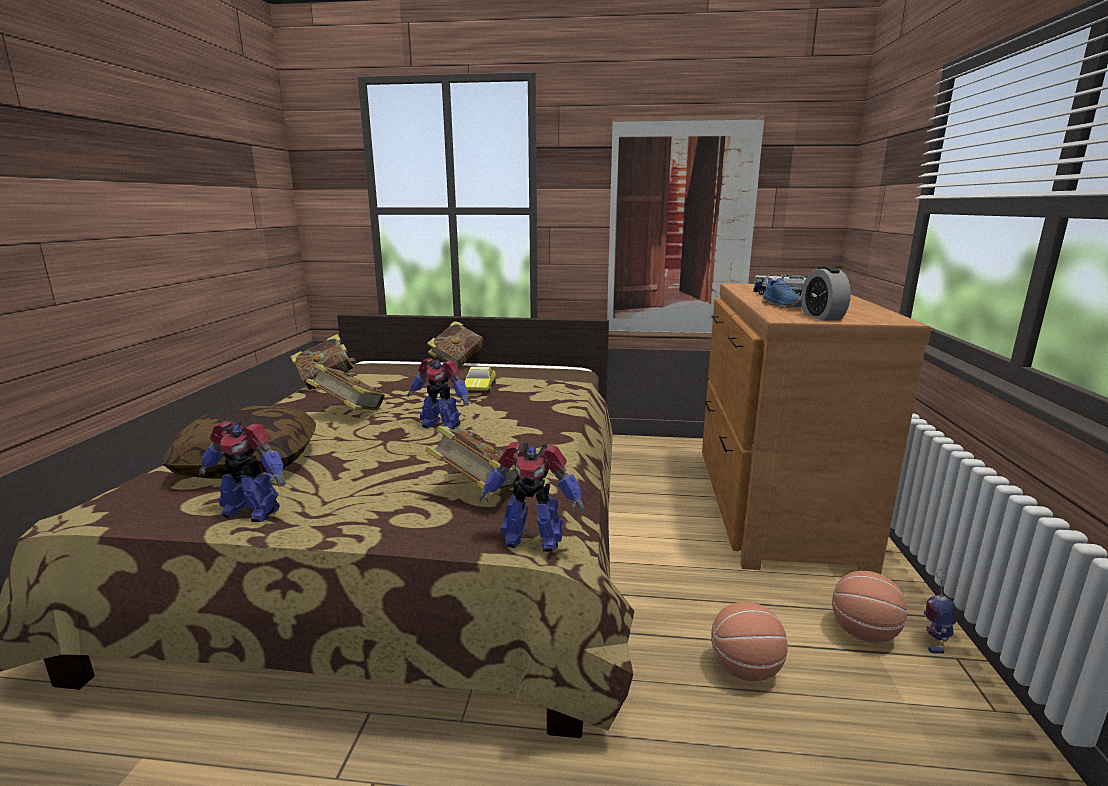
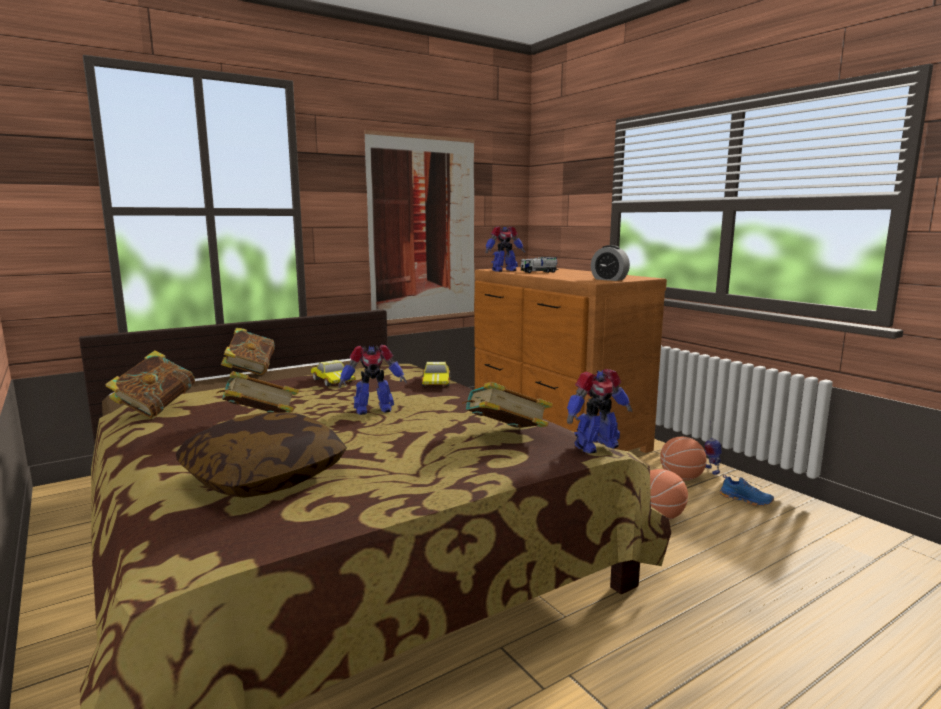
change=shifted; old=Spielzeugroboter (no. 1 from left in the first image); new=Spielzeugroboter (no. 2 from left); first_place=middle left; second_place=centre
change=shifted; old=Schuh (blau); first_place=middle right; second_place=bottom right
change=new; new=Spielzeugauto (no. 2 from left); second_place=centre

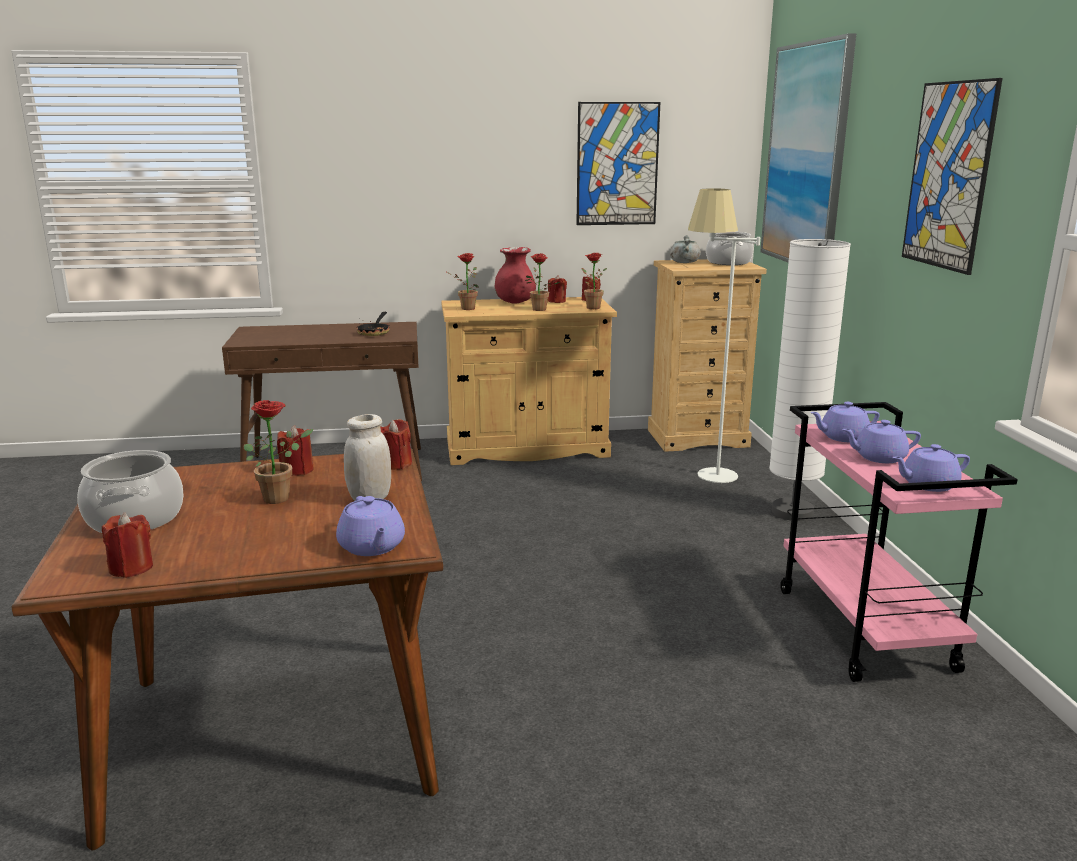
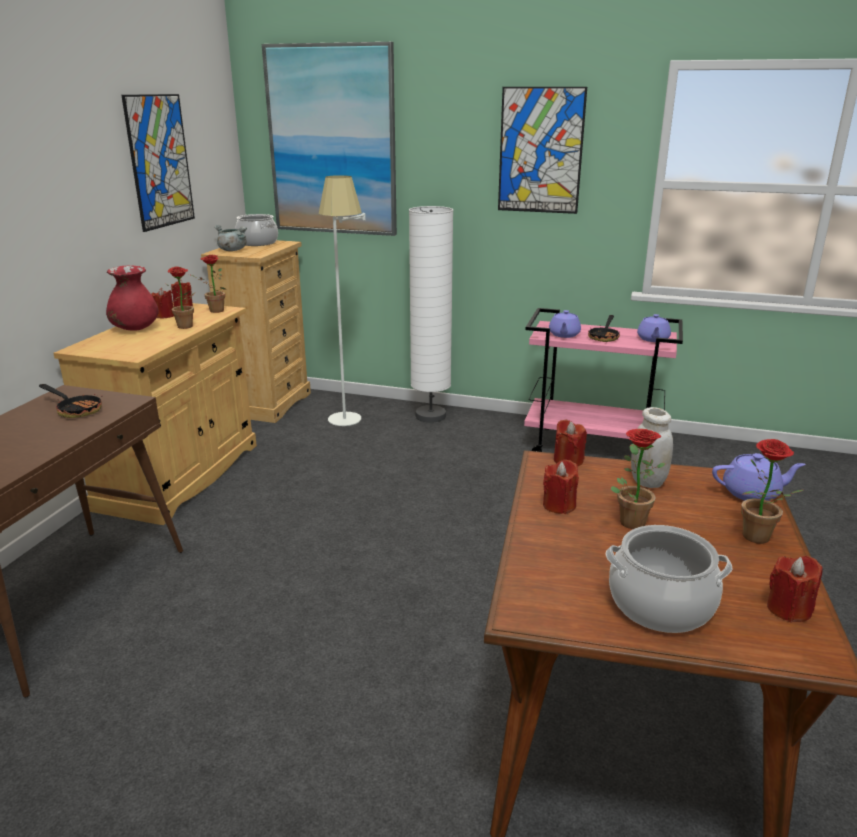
change=shifted; old=Topfpflanze (no. 2 from left in the first image); new=Topfpflanze (no. 4 from left); first_place=top centre; second_place=middle right
change=swapped; old=Teekanne (lila) (no. 3 from left); new=Pfanne (no. 2 from left); first_place=middle right; second_place=middle right

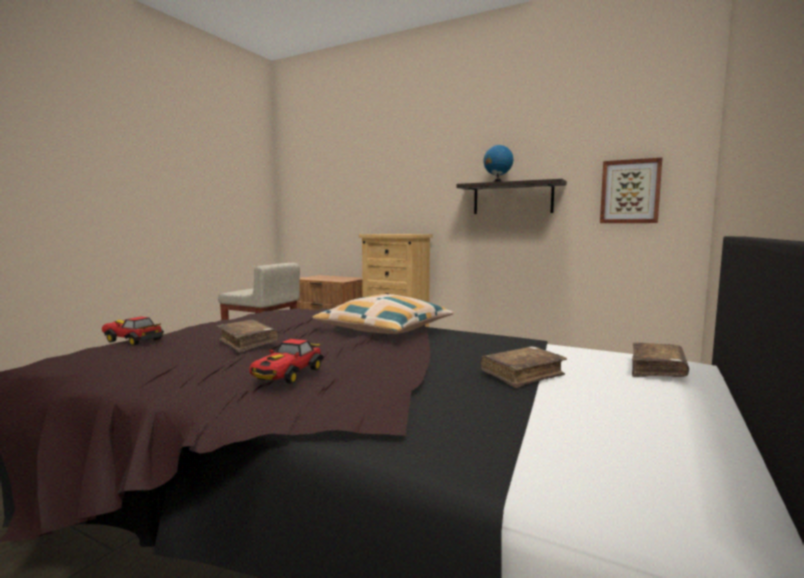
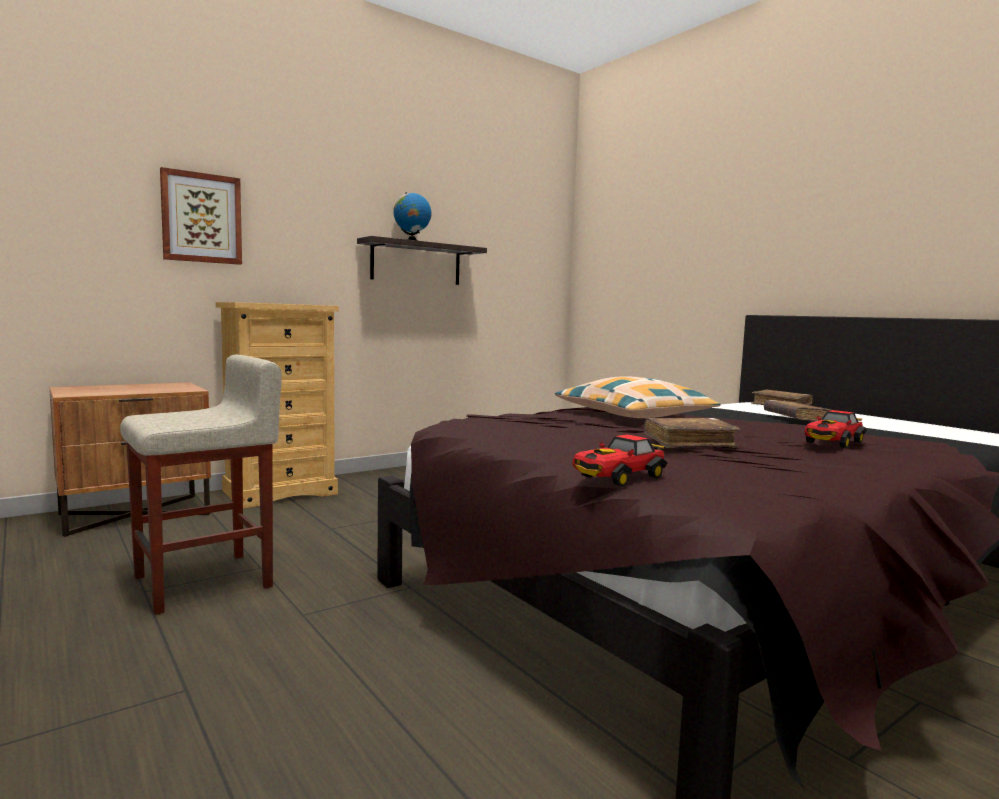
change=rotated; old=Spielzeugauto (no. 2 from left); first_place=centre; second_place=middle right; degrees=90
change=shifted; old=Bild; first_place=top right; second_place=top left

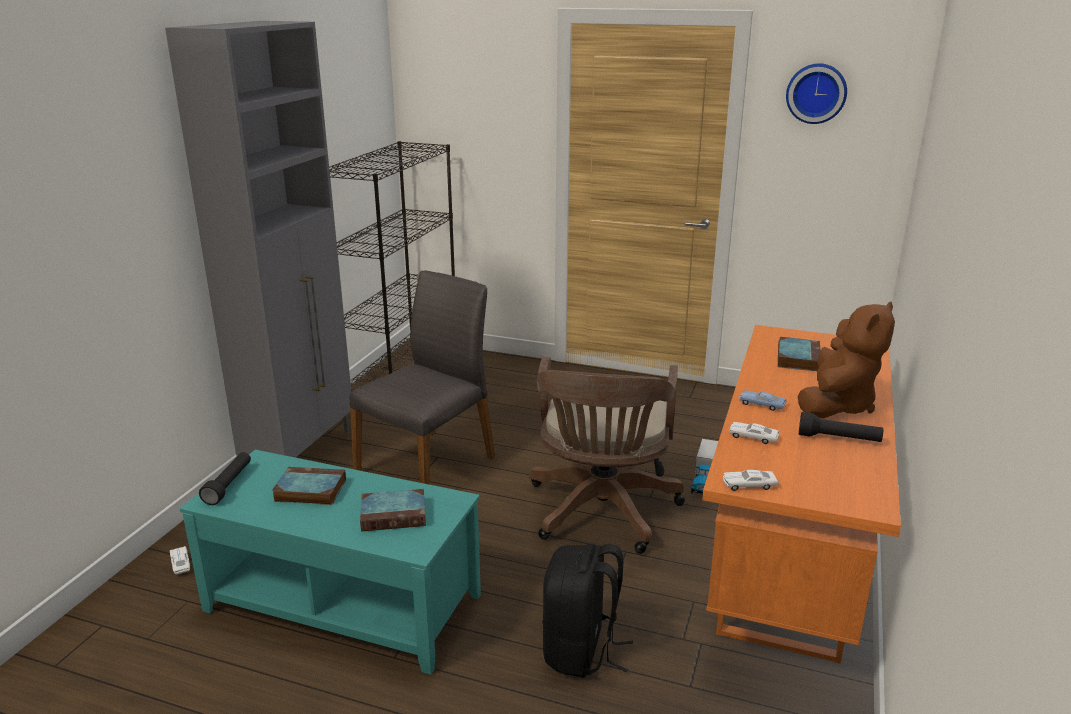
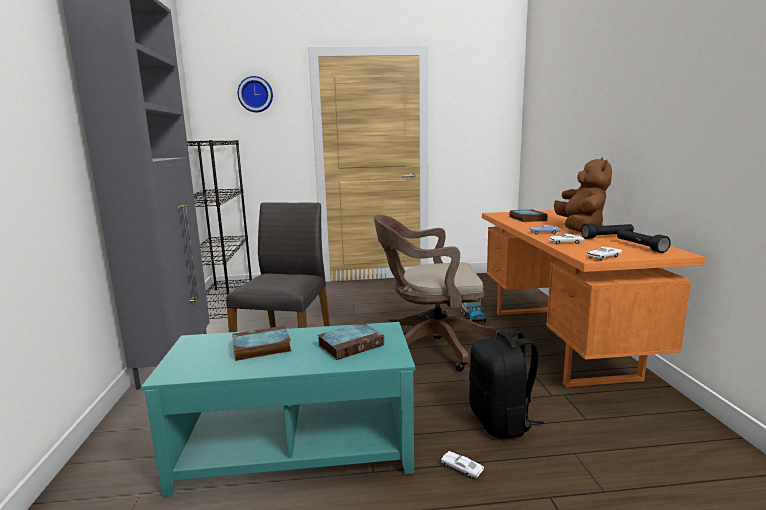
change=shifted; old=Spielzeugauto (weiß) (no. 1 from left); first_place=bottom left; second_place=bottom centre
change=shifted; old=Taschenlampe (schwarz) (no. 1 from left in the first image); new=Taschenlampe (schwarz) (no. 2 from left); first_place=bottom left; second_place=middle right
change=rotated; old=Bürostuhl (braun); first_place=centre; second_place=centre; degrees=105
change=shifted; old=Wanduhr; first_place=top right; second_place=top left

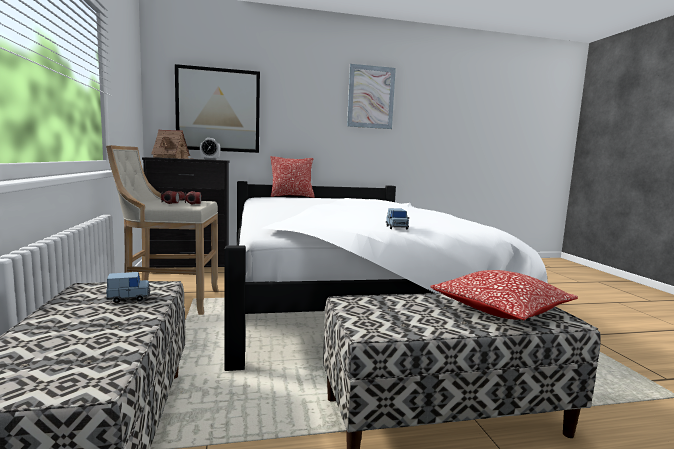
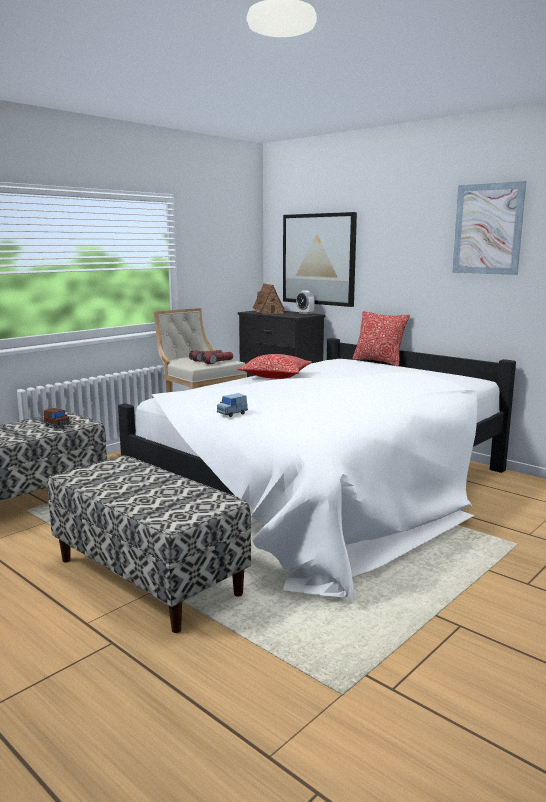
change=repainted; old=Spielzeugauto (blau) (no. 1 from left); new=Spielzeugauto (braun); first_place=middle left; second_place=middle left
change=shifted; old=Kissen (no. 2 from left in the first image); new=Kissen (no. 1 from left); first_place=middle right; second_place=centre

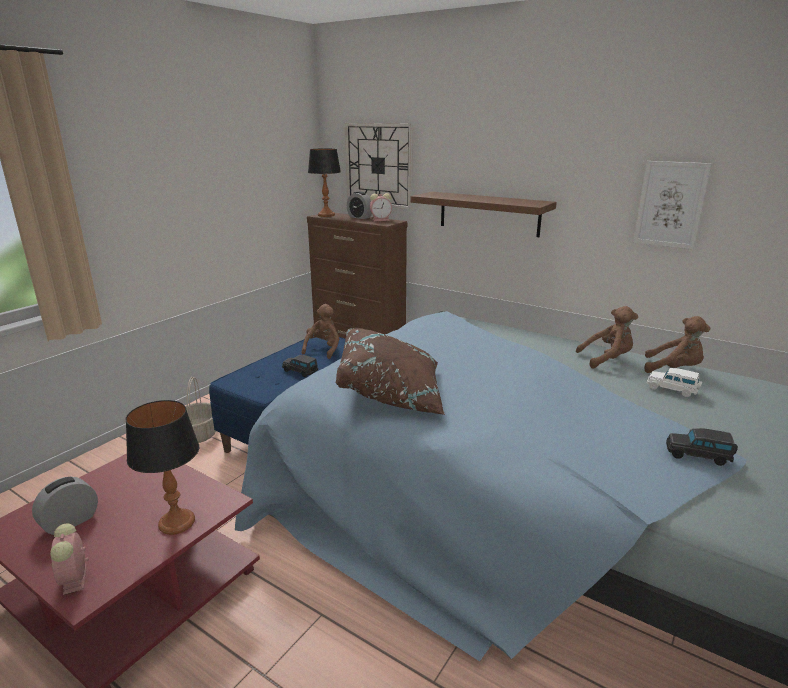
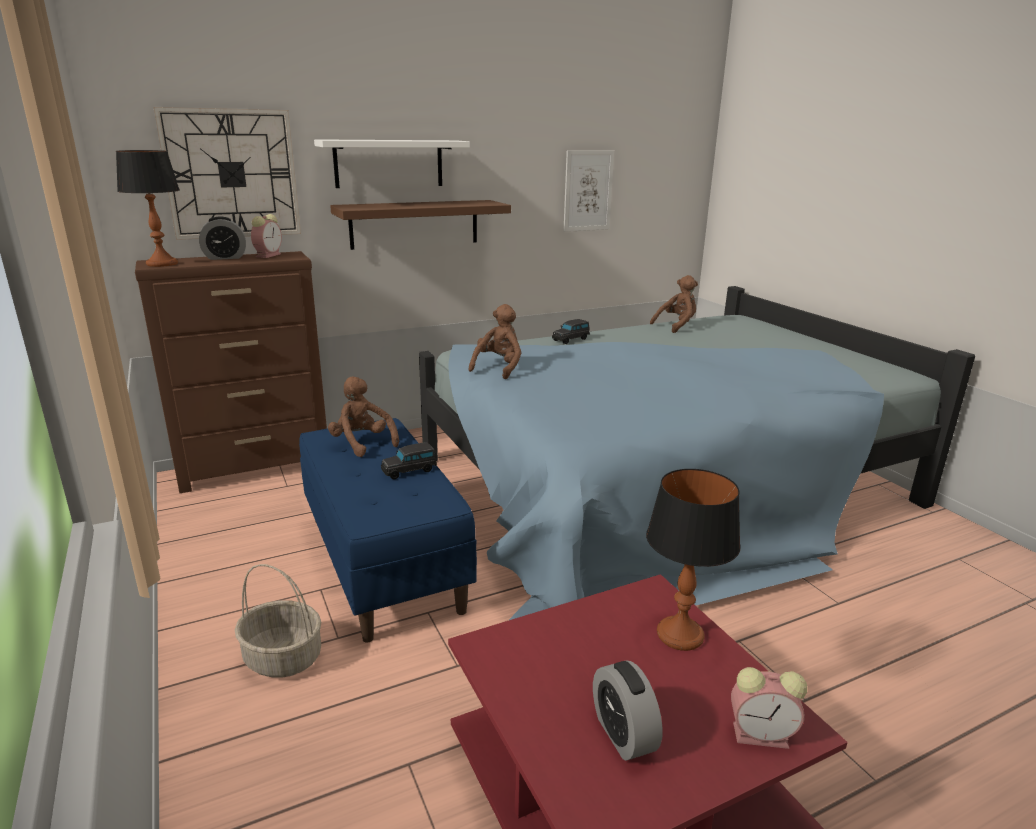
change=gone; old=Kissen (braun); first_place=centre
change=shifted; old=Plüschtier (braun) (no. 2 from left); first_place=middle right; second_place=centre
change=gone; old=Spielzeugauto (weiß); first_place=middle right
change=shifted; old=Spielzeugauto (schwarz) (no. 2 from left); first_place=middle right; second_place=centre
change=new; new=Wandregal (weiß); second_place=top centre

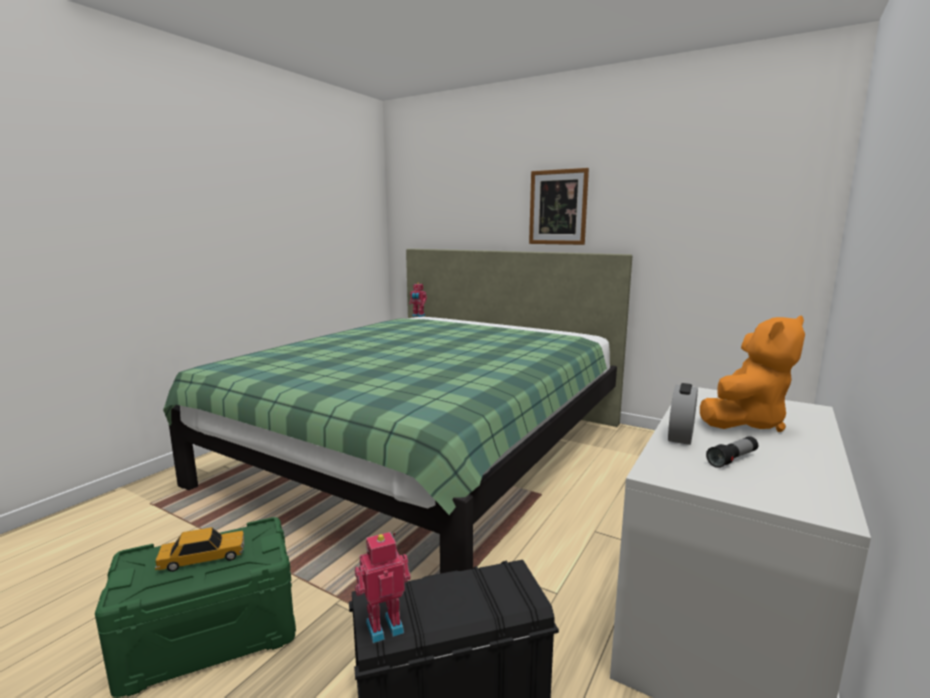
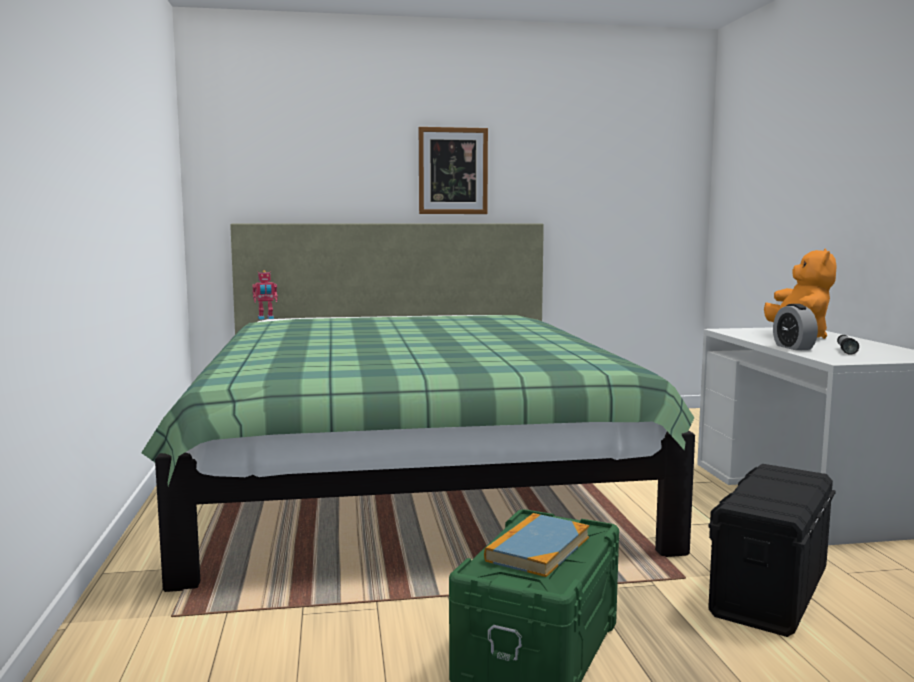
change=swapped; old=Spielzeugauto; new=Buch; first_place=bottom left; second_place=bottom centre
change=gone; old=Spielzeugroboter (no. 1 from left); first_place=bottom centre

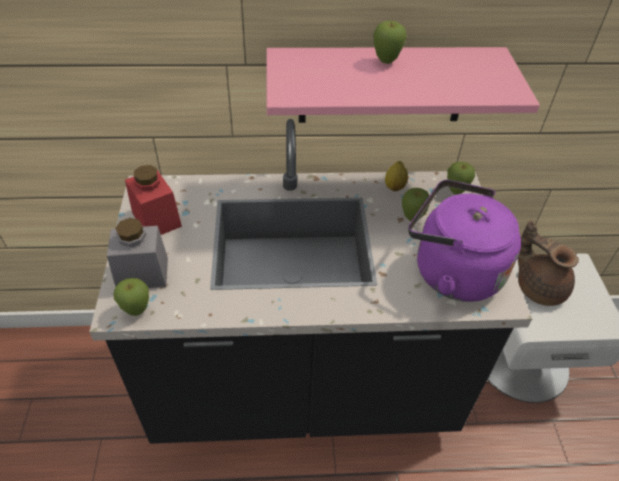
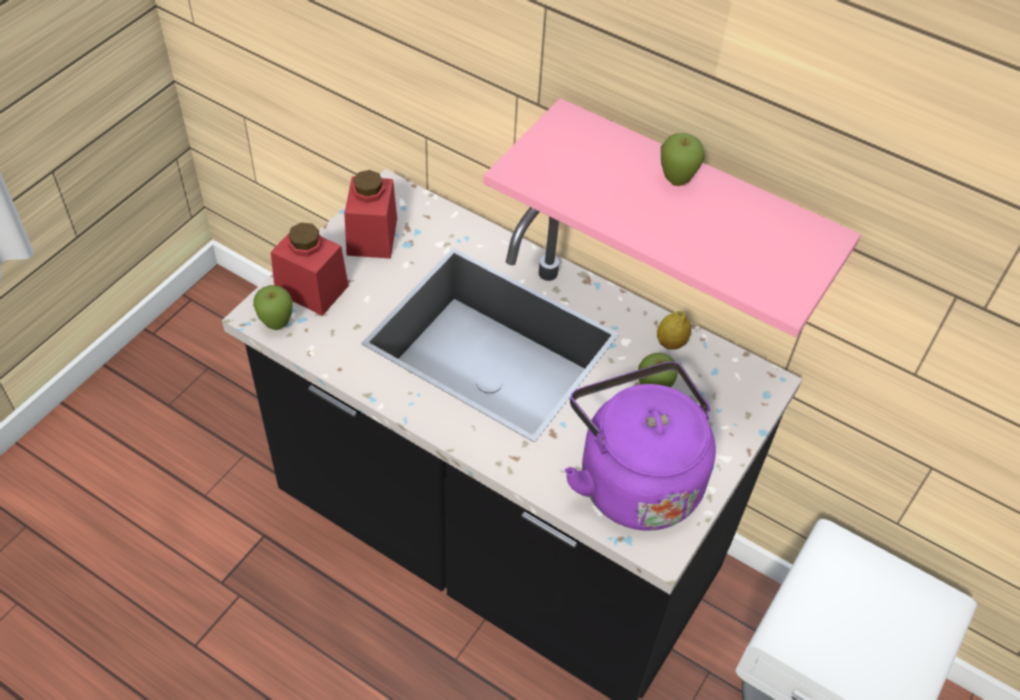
change=repainted; old=Vorratsglas (grau); new=Vorratsglas (rot) (no. 1 from left); first_place=middle left; second_place=middle left
change=gone; old=Apfel (no. 4 from left); first_place=middle right
change=gone; old=Teekanne (braun); first_place=middle right

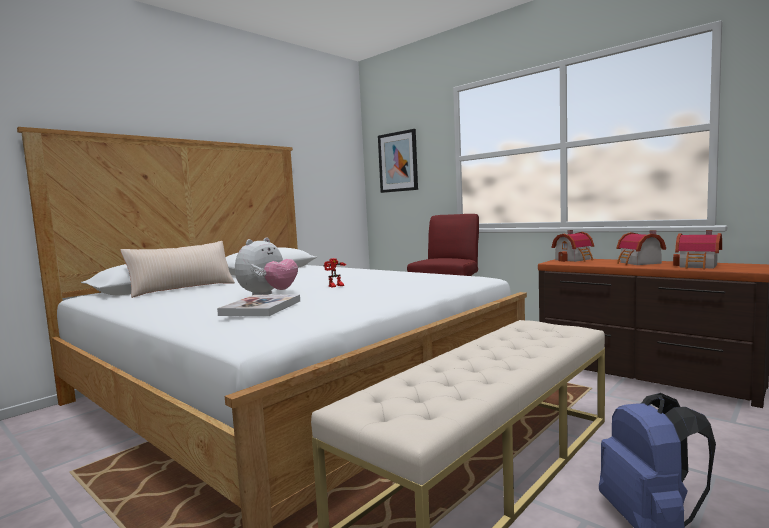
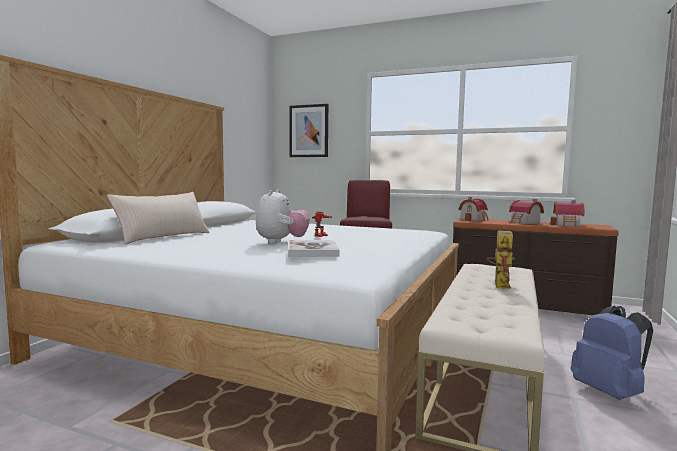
change=new; new=Spielzeugroboter (no. 2 from left); second_place=middle right

